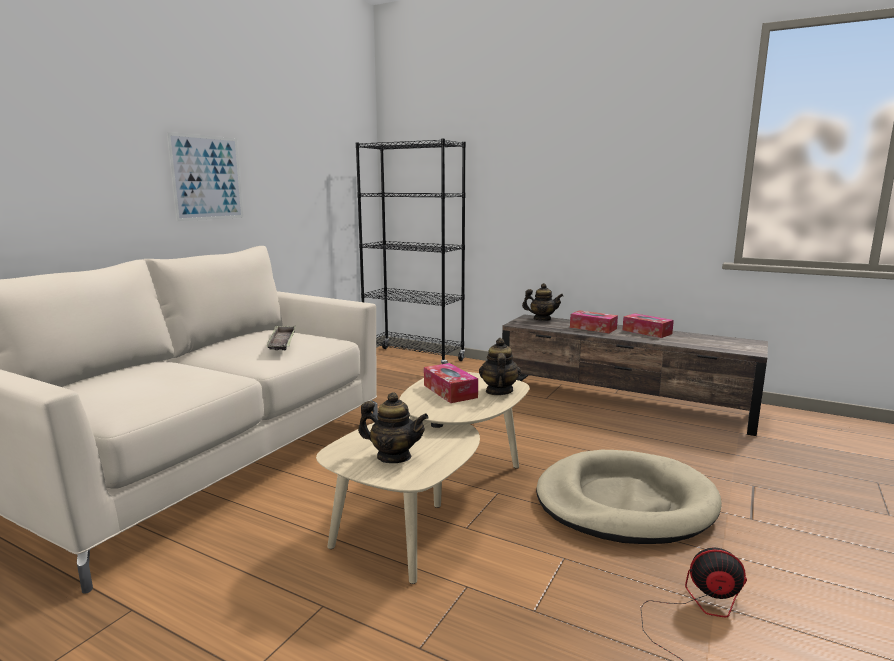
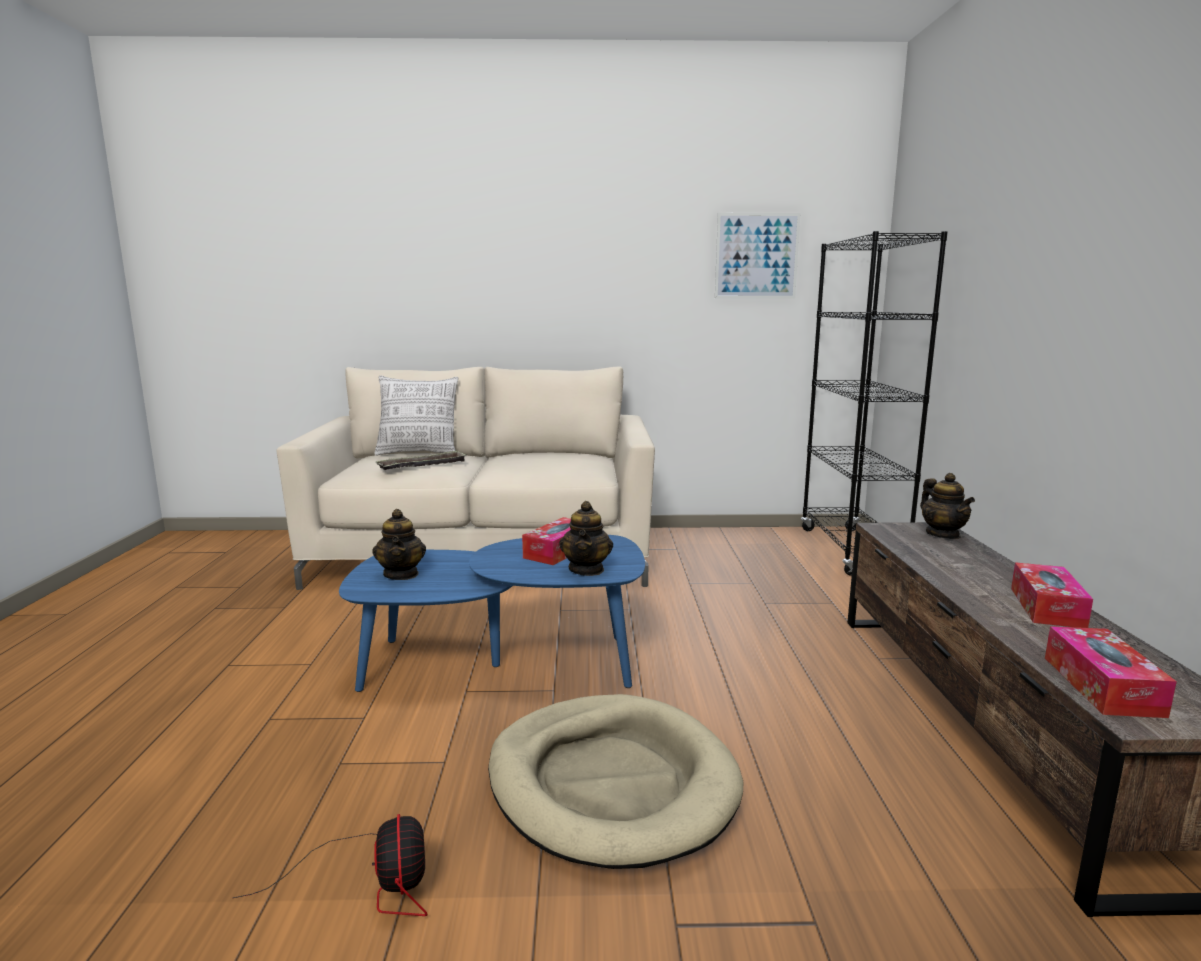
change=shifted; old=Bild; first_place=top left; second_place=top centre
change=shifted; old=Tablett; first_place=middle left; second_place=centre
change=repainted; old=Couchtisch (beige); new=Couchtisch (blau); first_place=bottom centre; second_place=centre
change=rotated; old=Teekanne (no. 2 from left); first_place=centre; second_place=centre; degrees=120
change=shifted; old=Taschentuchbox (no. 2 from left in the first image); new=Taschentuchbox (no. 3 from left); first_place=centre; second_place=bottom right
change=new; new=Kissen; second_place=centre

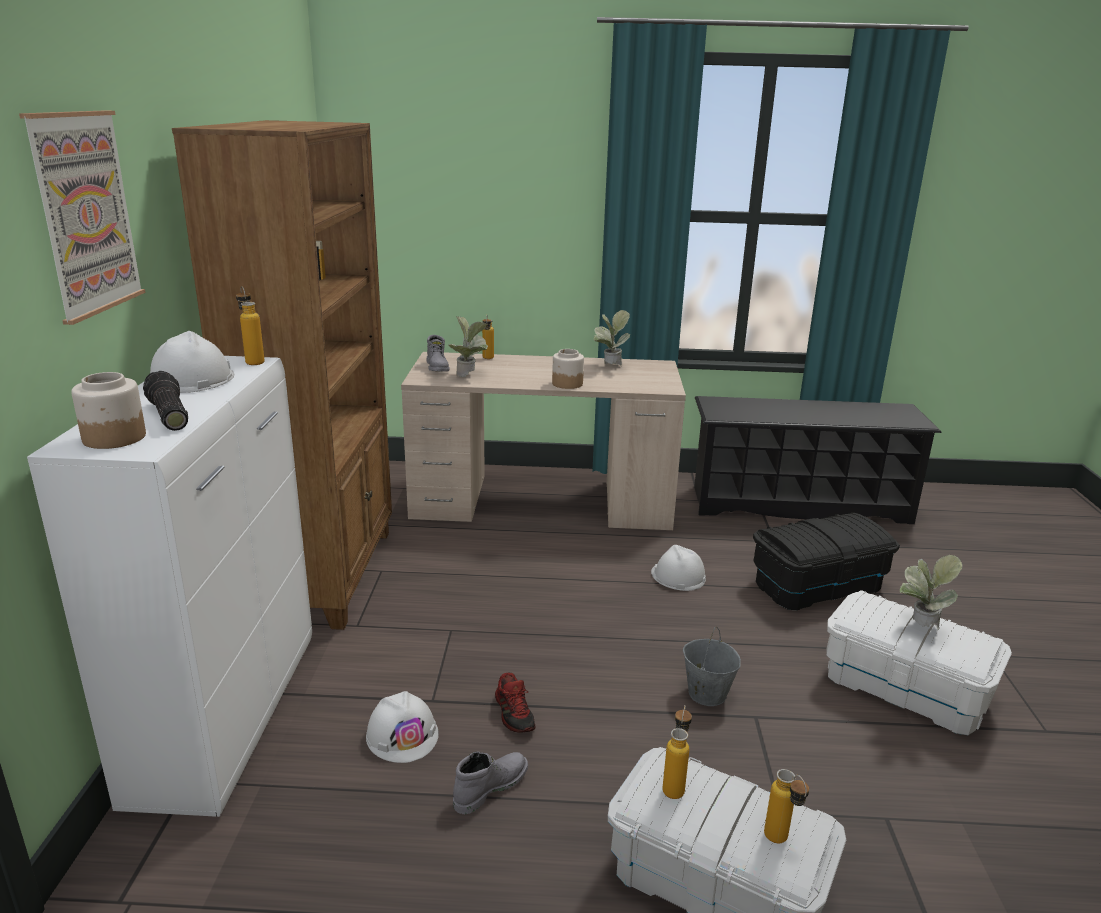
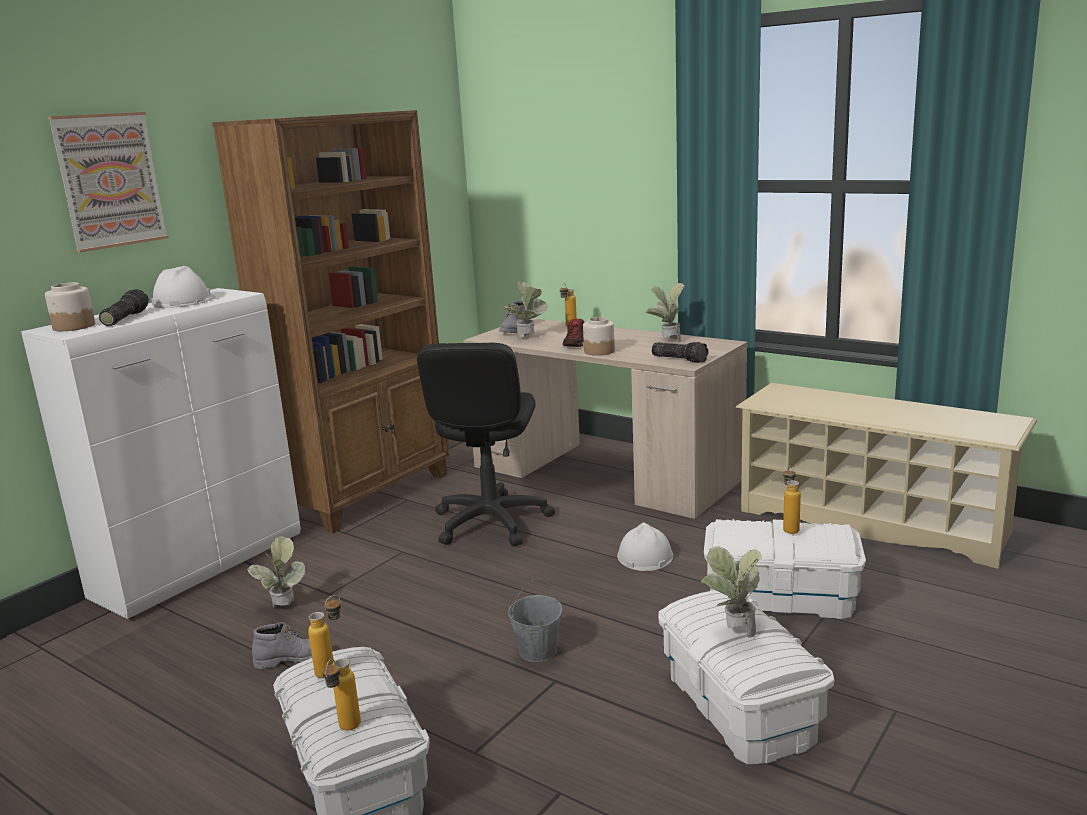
change=shifted; old=Flasche (no. 1 from left in the first image); new=Flasche (no. 4 from left); first_place=middle left; second_place=middle right
change=swapped; old=Schutzhelm (weiß) (no. 2 from left); new=Topfpflanze (no. 1 from left); first_place=bottom centre; second_place=bottom left
change=shifted; old=Schuh; first_place=bottom centre; second_place=centre
change=repainted; old=Schuhregal (schwarz); new=Schuhregal (beige); first_place=middle right; second_place=middle right
change=repainted; old=Aufbewahrungsbox (schwarz); new=Aufbewahrungsbox (weiß) (no. 3 from left); first_place=middle right; second_place=bottom right
change=new; new=Bürostuhl (schwarz); second_place=centre
change=new; new=Taschenlampe (no. 2 from left); second_place=centre

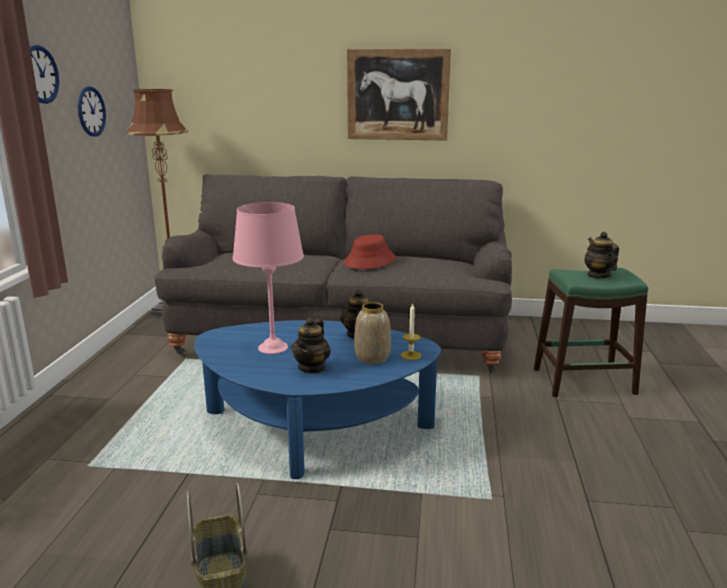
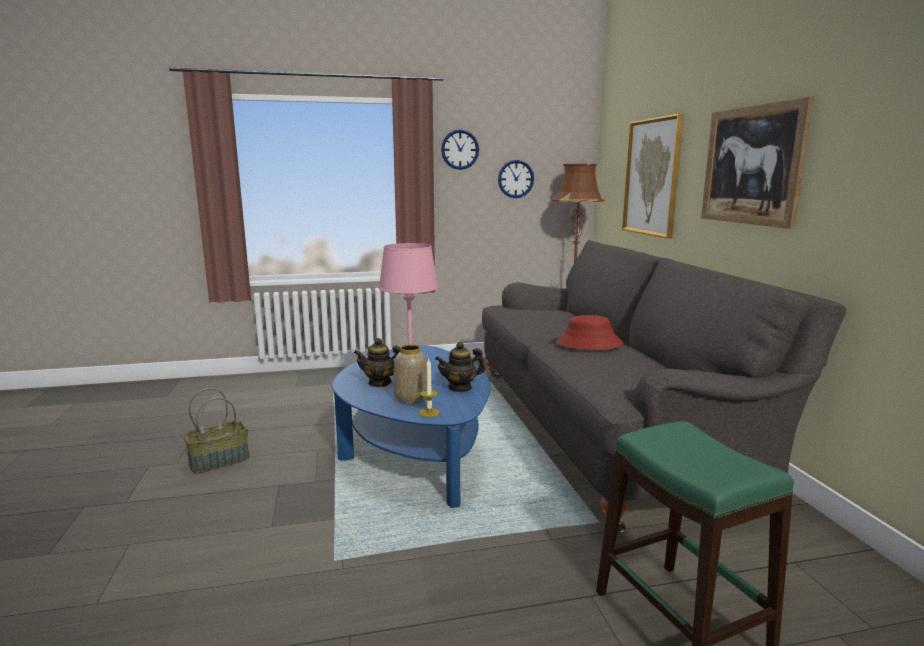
change=gone; old=Teekanne (no. 3 from left); first_place=middle right
change=new; new=Bild (no. 1 from left); second_place=top right

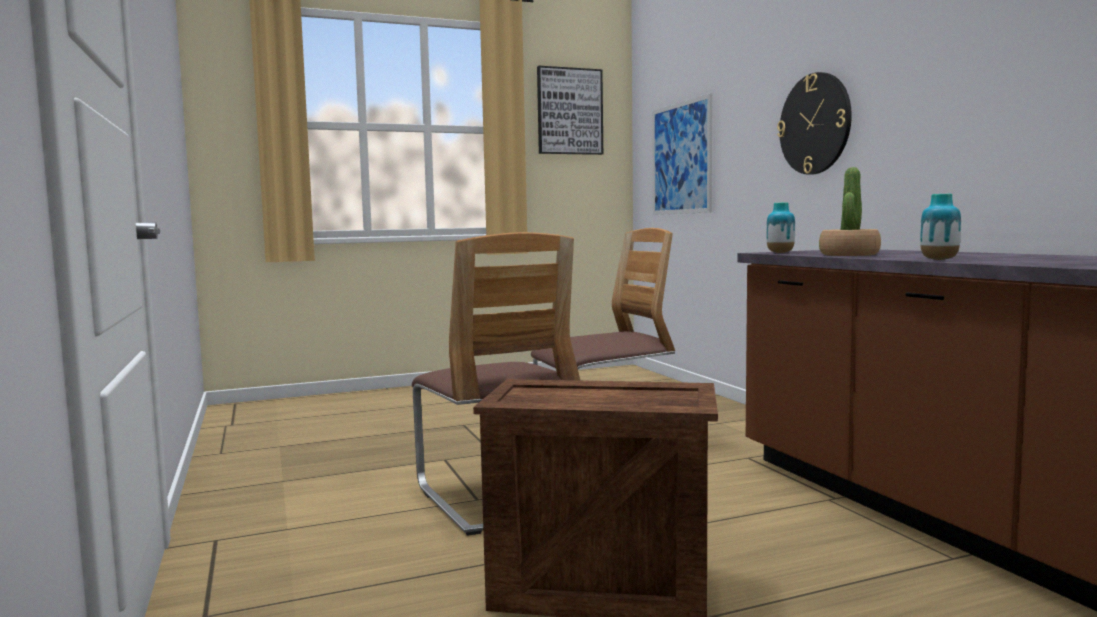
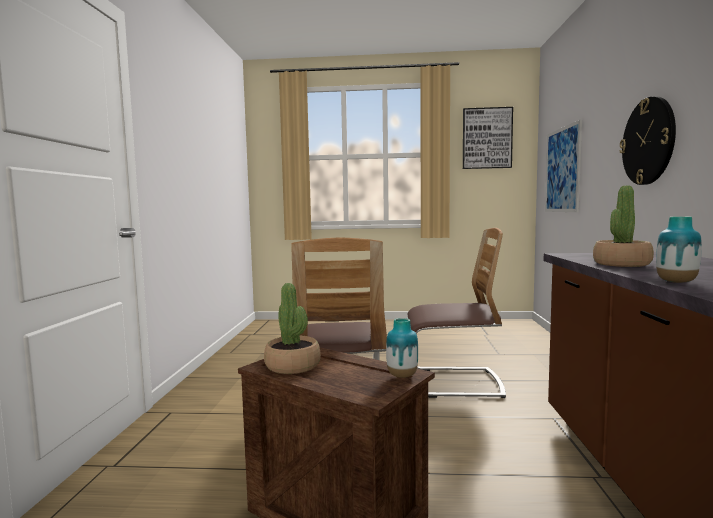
change=shifted; old=Vase (no. 1 from left); first_place=middle right; second_place=bottom centre
change=new; new=Topfpflanze (no. 1 from left); second_place=centre

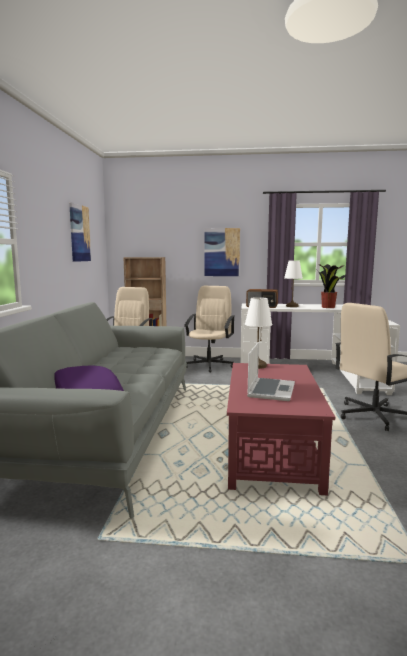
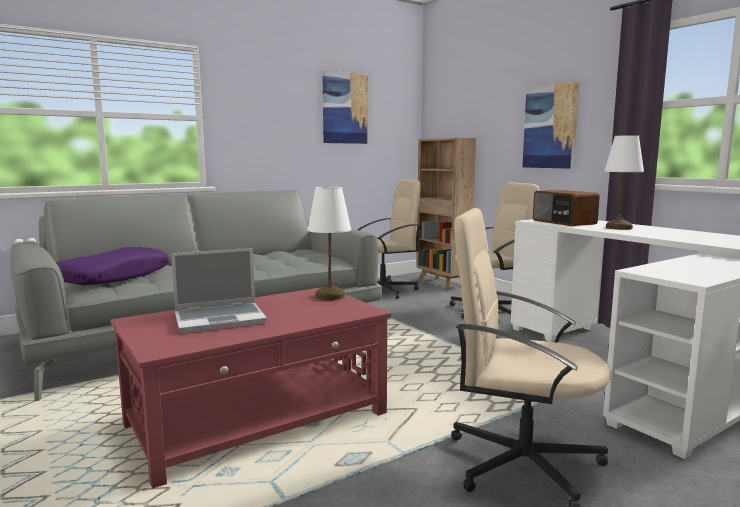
change=gone; old=Topfpflanze; first_place=middle right

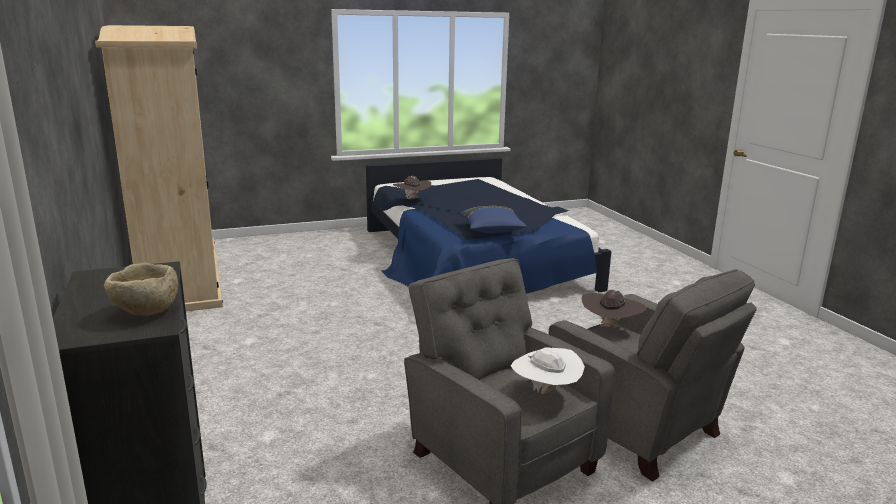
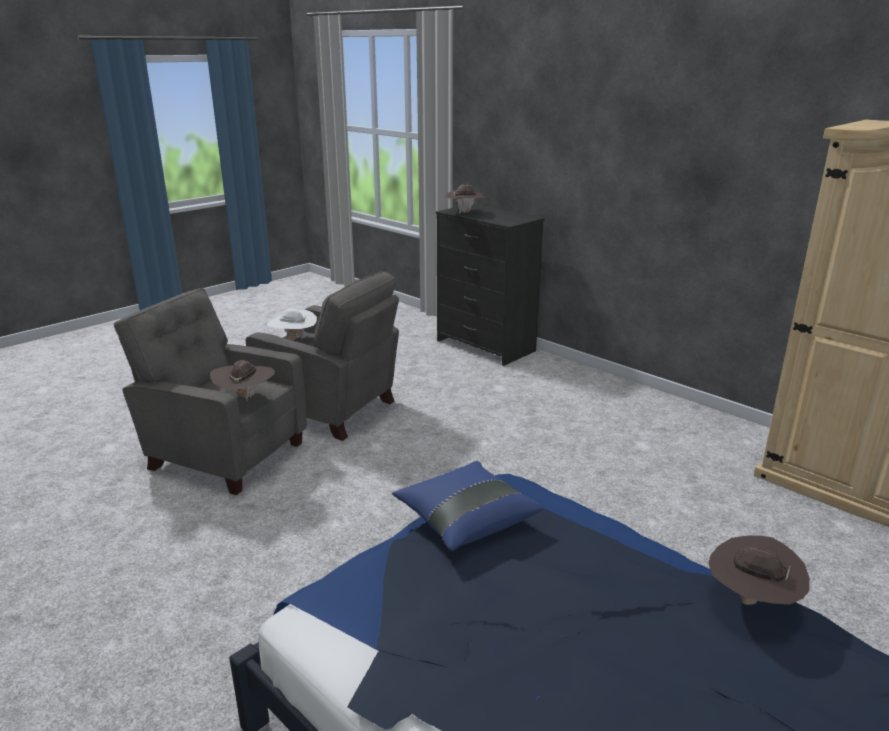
change=swapped; old=Schüssel (beige); new=Hut (braun) (no. 2 from left); first_place=middle left; second_place=top centre

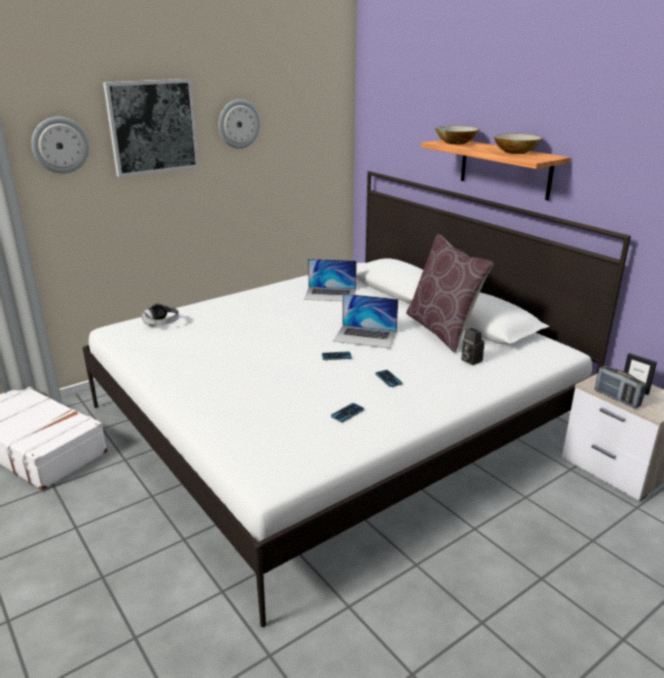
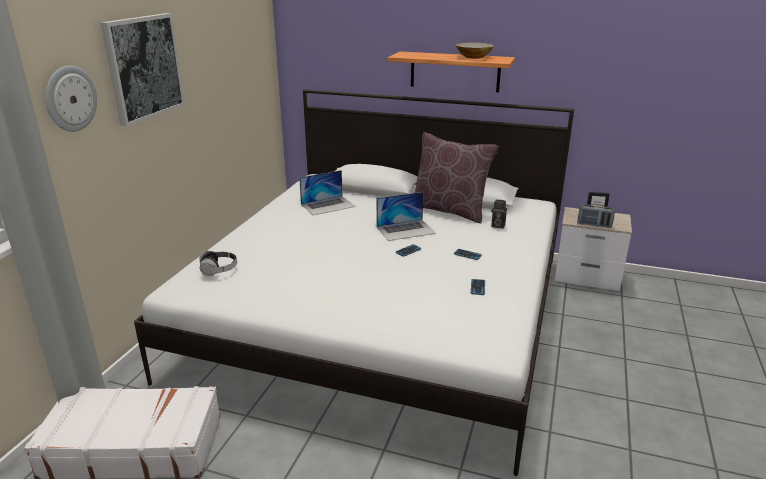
change=gone; old=Wanduhr (no. 2 from left); first_place=top centre
change=gone; old=Schüssel (no. 1 from left); first_place=top right

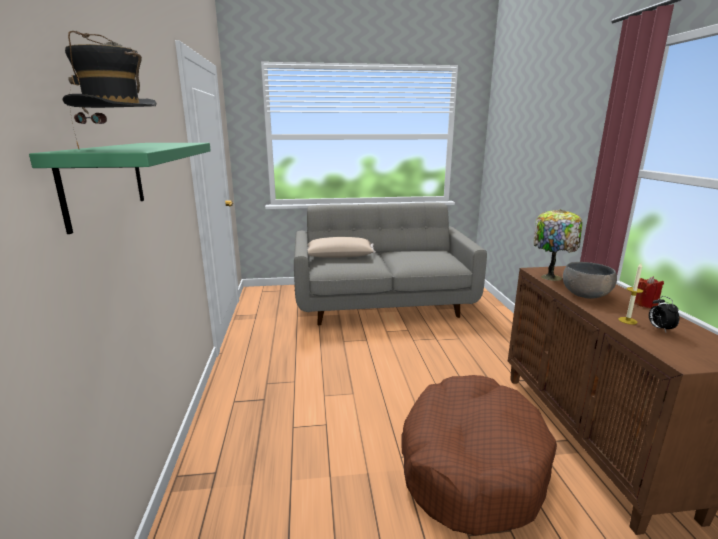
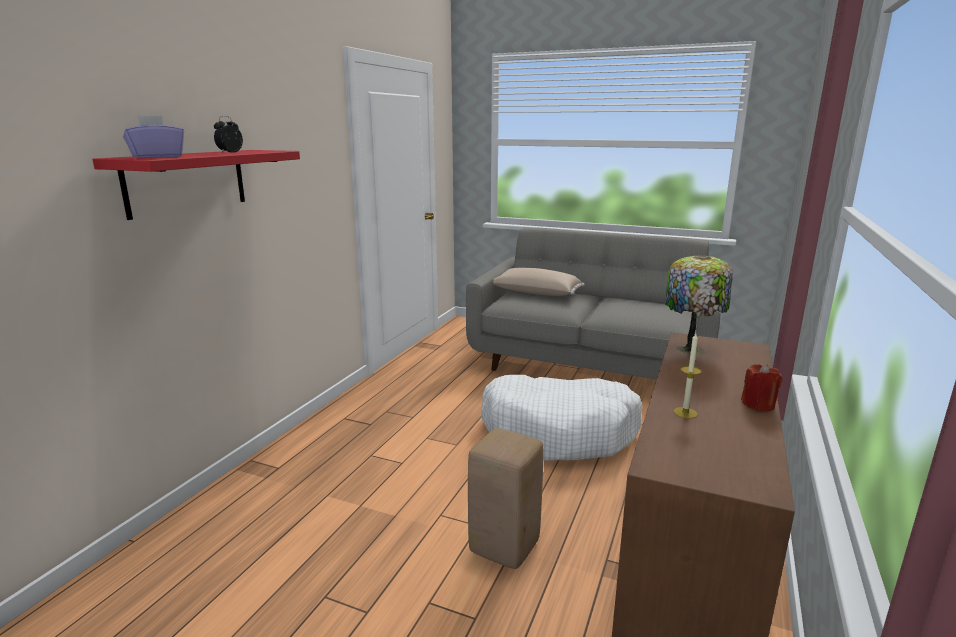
change=repainted; old=Wandregal (grün); new=Wandregal (rot); first_place=middle left; second_place=top left
change=swapped; old=Hut; new=Taschentuchbox (lila); first_place=top left; second_place=top left
change=swapped; old=Hundebett (braun); new=Hocker (beige); first_place=bottom right; second_place=bottom centre
change=gone; old=Schüssel (grau); first_place=middle right
change=shifted; old=Wecker; first_place=middle right; second_place=top left
change=new; new=Hundebett (weiß); second_place=centre

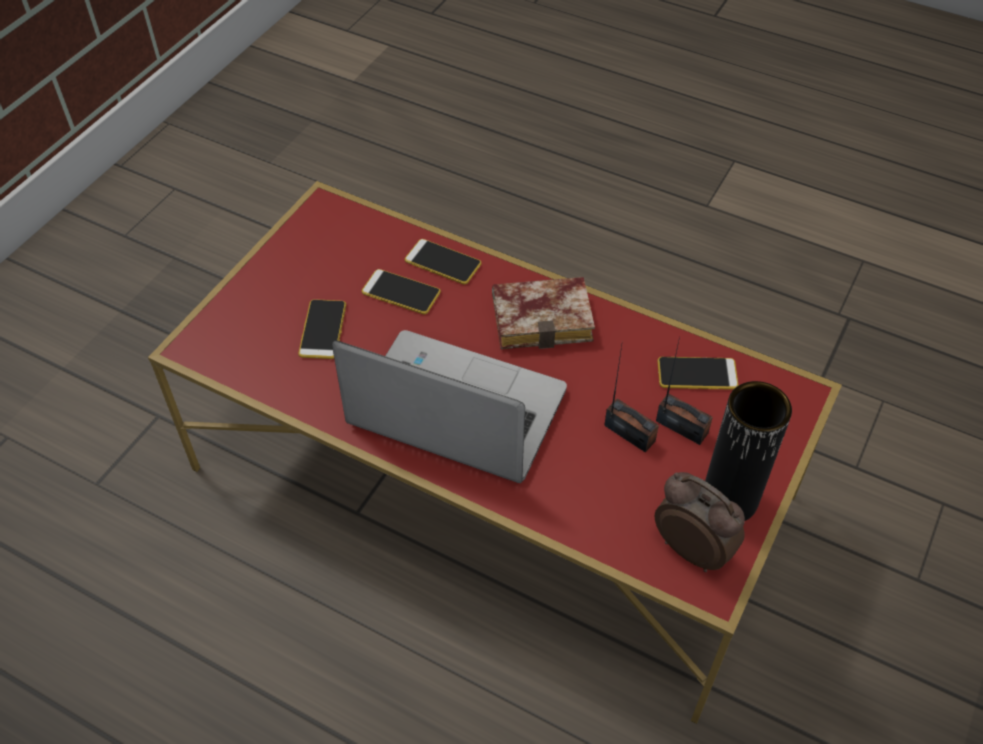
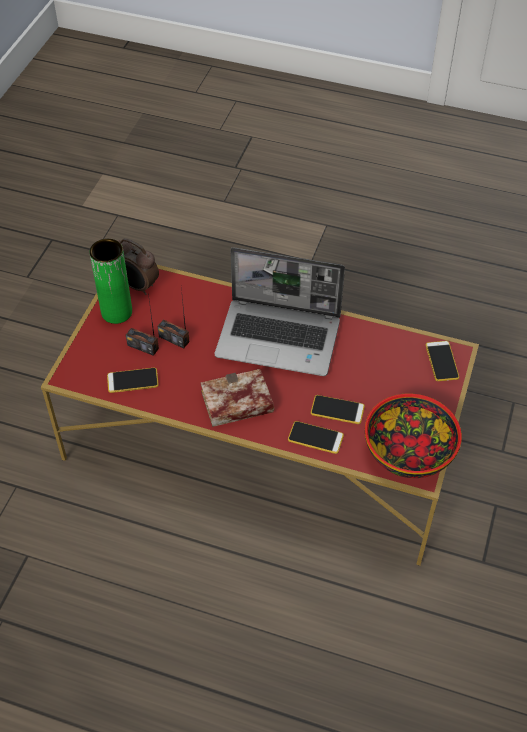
change=shifted; old=Handy (no. 1 from left in the first image); new=Handy (no. 4 from left); first_place=middle left; second_place=middle right
change=repainted; old=Vase (schwarz); new=Vase (grün); first_place=middle right; second_place=middle left
change=new; new=Schüssel; second_place=middle right

